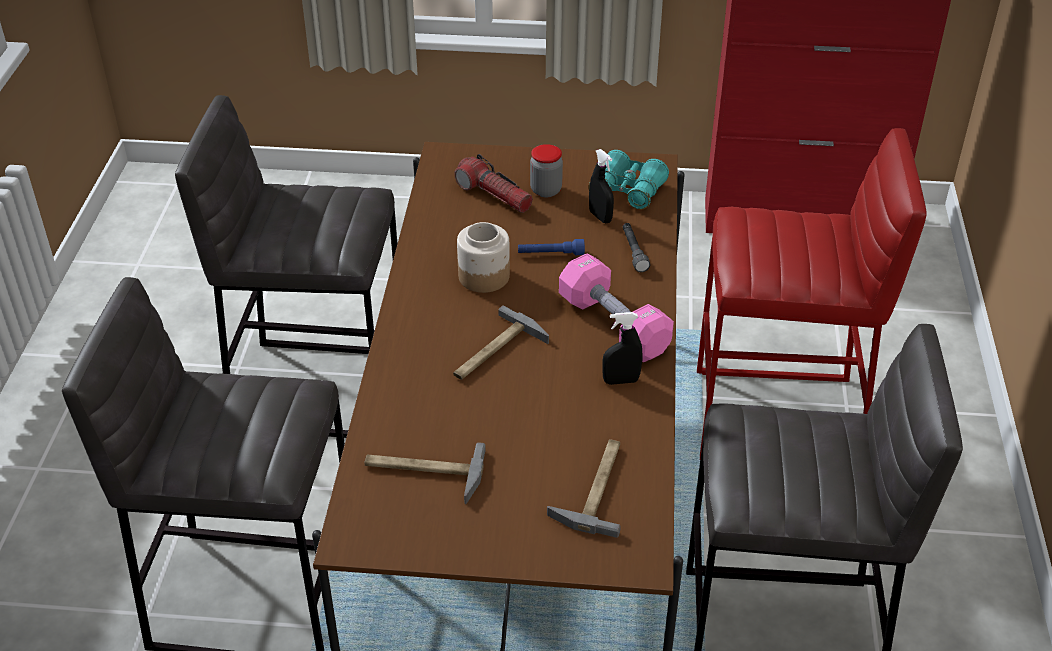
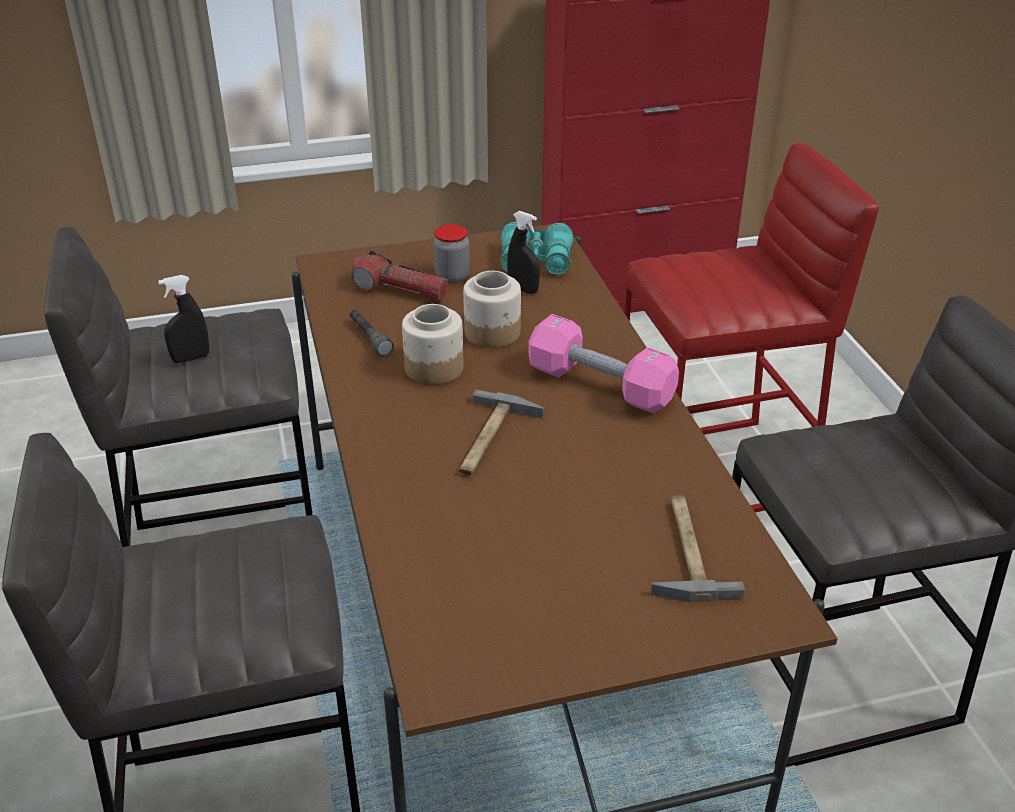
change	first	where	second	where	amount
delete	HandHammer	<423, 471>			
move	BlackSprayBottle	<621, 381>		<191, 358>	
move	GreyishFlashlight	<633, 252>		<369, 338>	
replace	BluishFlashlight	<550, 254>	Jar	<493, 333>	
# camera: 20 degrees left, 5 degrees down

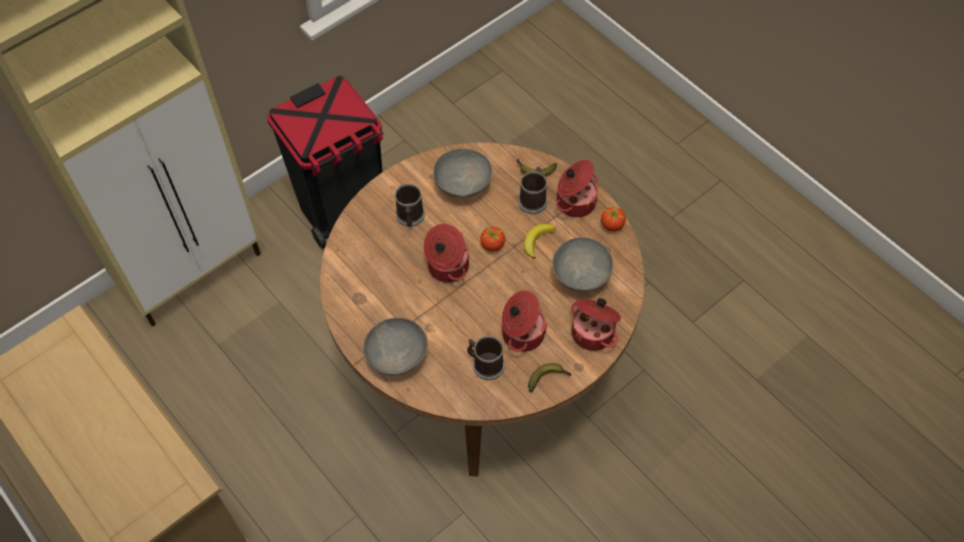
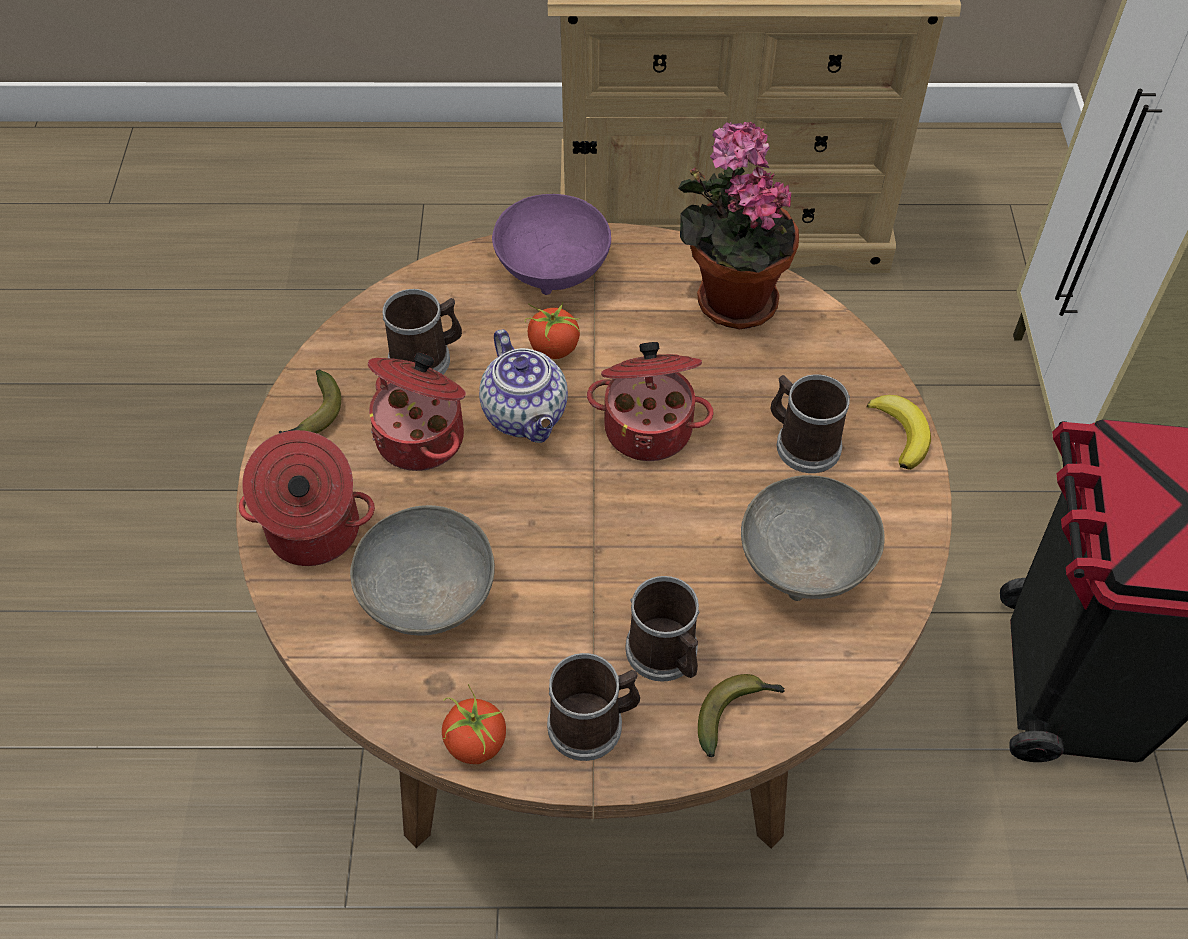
change	first	where	second	where	amount
insert			Teapot	<526, 416>	
insert			PlantInAPot	<730, 298>	
move	FreshTomato	<493, 245>		<553, 348>	
move	WholeBanana	<537, 240>		<901, 433>	
replace	CookingPot	<575, 201>	CoffeeMug	<593, 723>	
recolor	GreyishServingBowl	<398, 356>	PurplishServingBowl	<553, 274>	
# camera: 130 degrees right, 5 degrees down

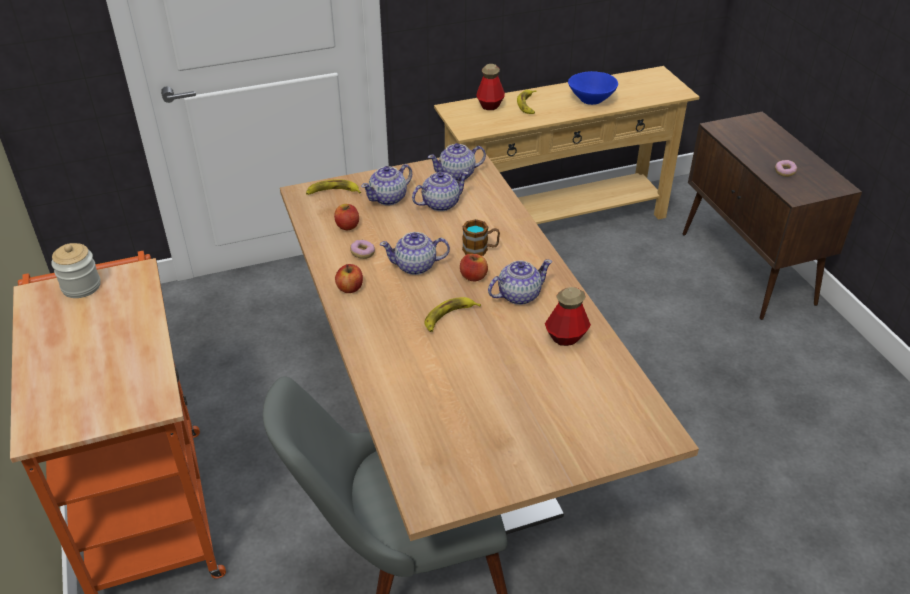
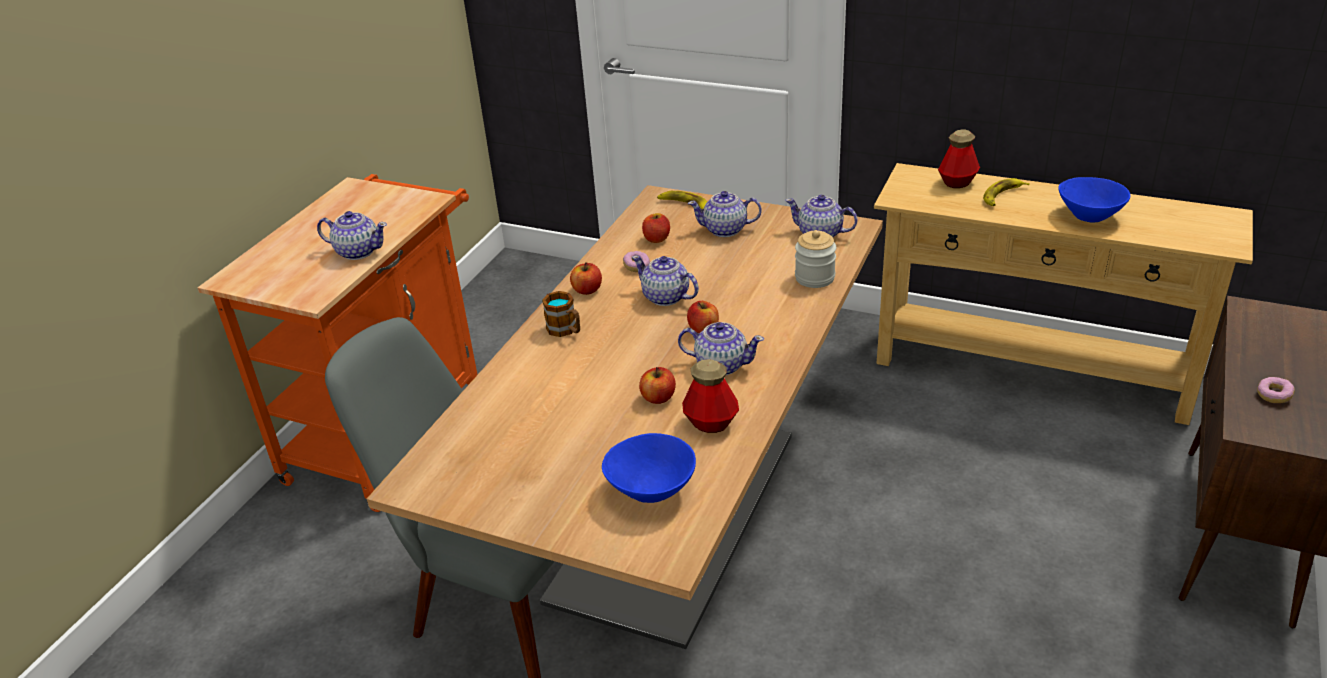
change	first	where	second	where	amount
delete	WholeBanana	<449, 317>			
insert			BluishServingBowl	<650, 490>	
insert			Apple	<658, 398>	
move	Jar	<81, 286>		<814, 278>	
move	Teapot	<440, 204>		<358, 251>	
move	CoffeeMug	<480, 249>		<566, 330>	
# camera: 45 degrees right, 5 degrees down

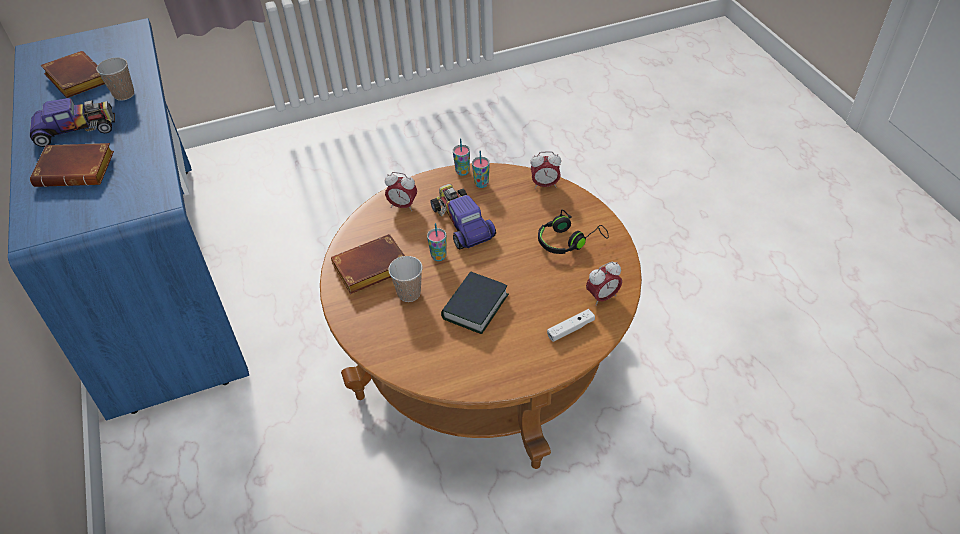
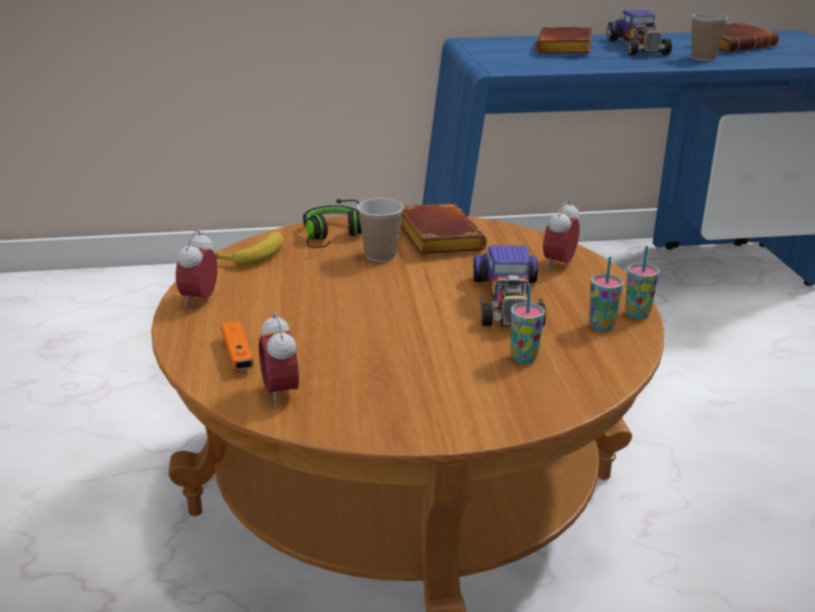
change	first	where	second	where	amount
delete	Book	<475, 307>			
insert			WholeBanana	<256, 254>	
move	SmallCup	<438, 256>		<524, 358>	
move	BedsideClock	<545, 185>		<199, 300>	
move	BlackPairOfHeadphones	<568, 241>		<331, 236>	
recolor	WhiteGamepad	<570, 329>	OrangeColouredGamepad	<237, 354>	
rotate	ToyCar	<462, 222>		<508, 301>	105 degrees clockwise
# camera: 100 degrees right, 20 degrees down

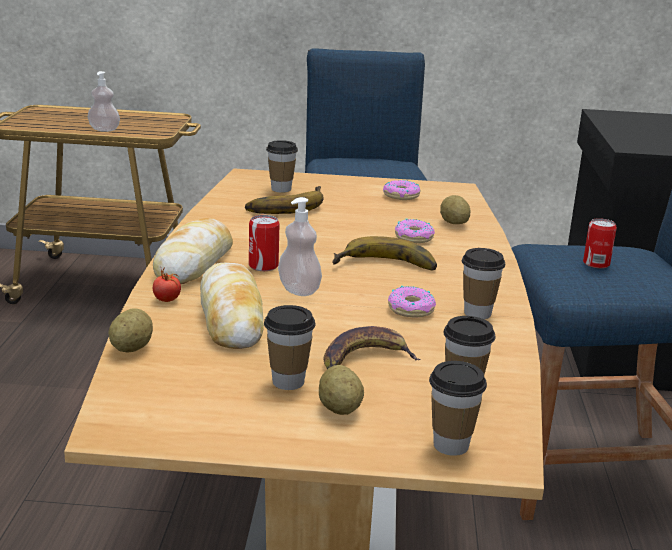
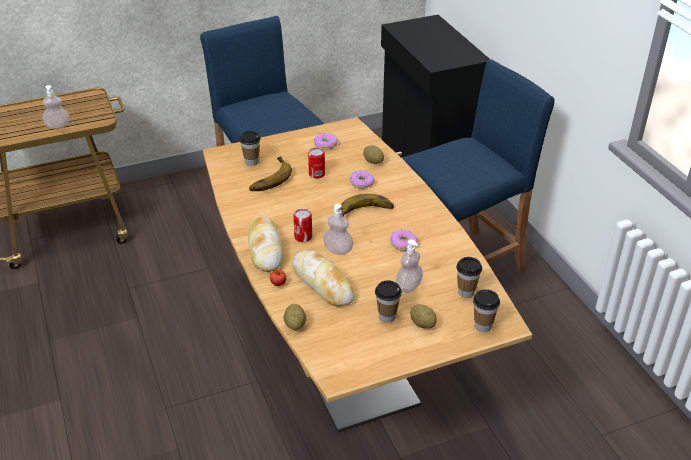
change	first	where	second	where	amount
delete	SmallCup	<477, 313>			
move	Can	<596, 264>		<317, 174>	
replace	WholeBanana	<365, 358>	SoapBottle	<408, 287>	
# camera: 25 degrees left, 15 degrees up

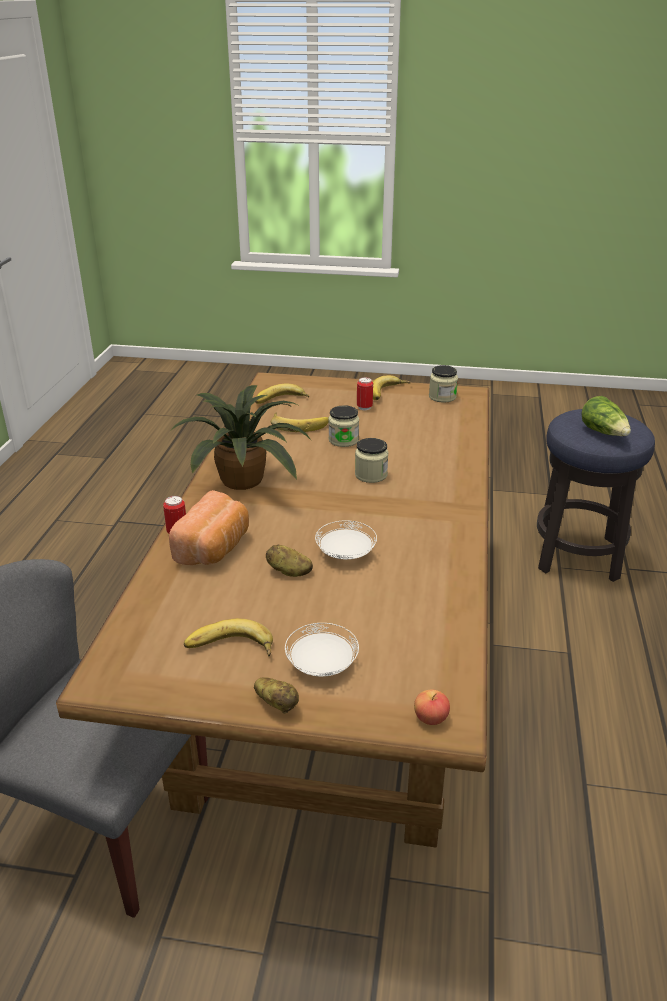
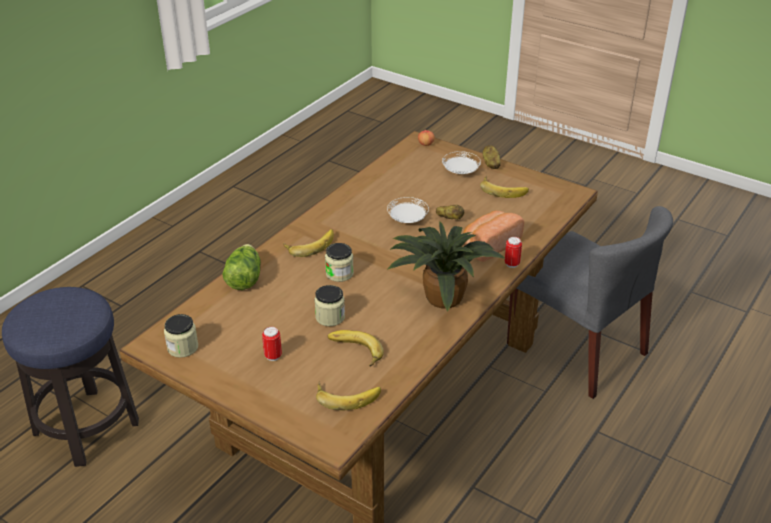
change	first	where	second	where	amount
move	WholeBanana	<388, 392>		<310, 244>	
move	HeadOfLettuce	<604, 433>		<244, 278>	
# camera: 155 degrees left, 5 degrees up

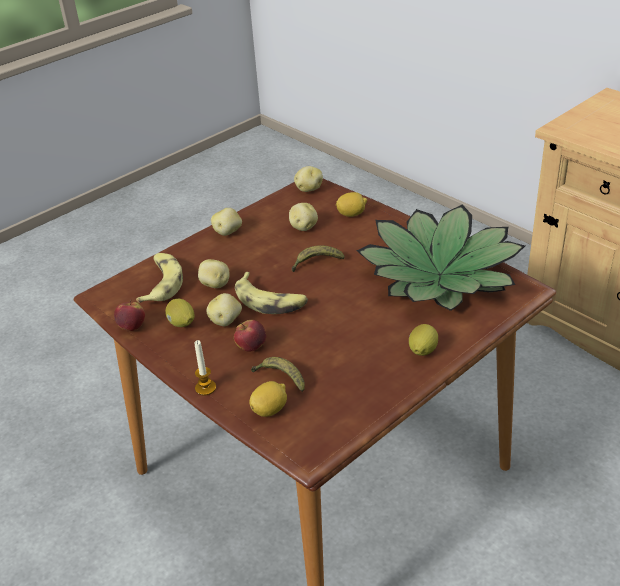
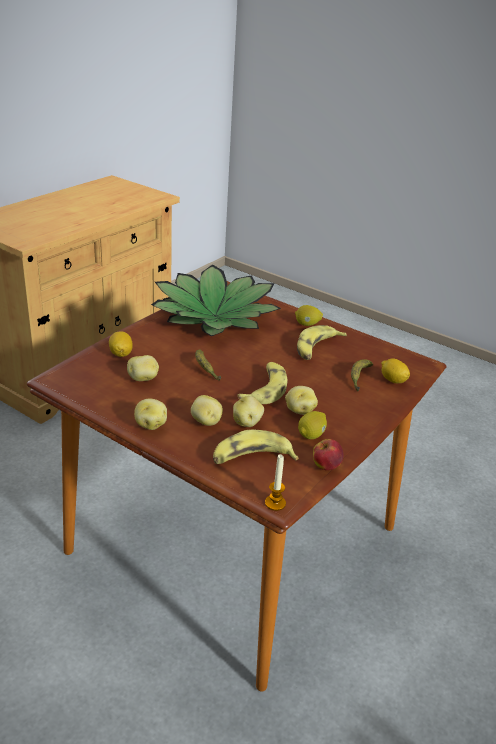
change	first	where	second	where	amount
delete	Apple	<251, 347>			
insert			WholeBanana	<317, 349>	
move	WaxCandle	<205, 388>		<275, 503>	
move	Potato	<308, 189>		<206, 422>	
# camera: 105 degrees left, 5 degrees down

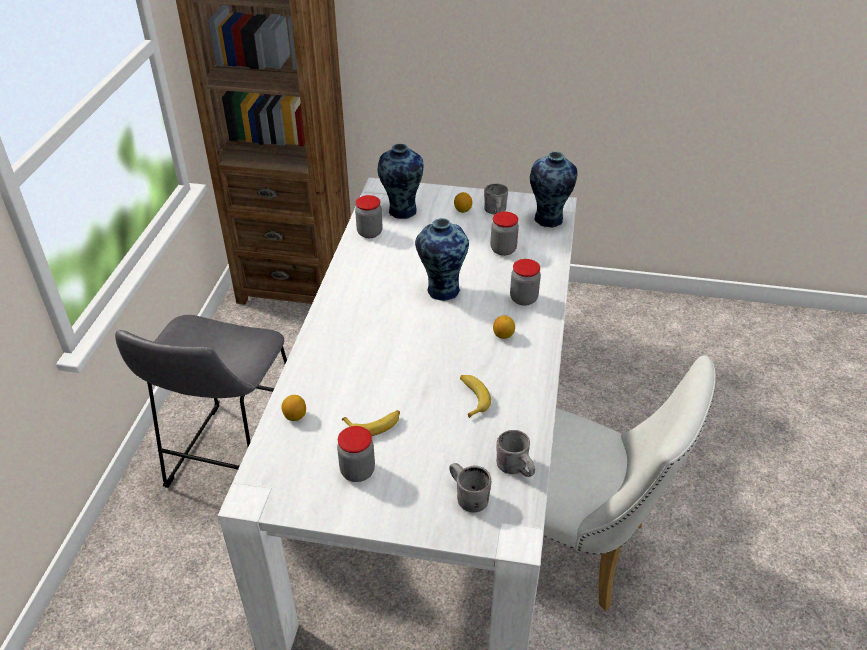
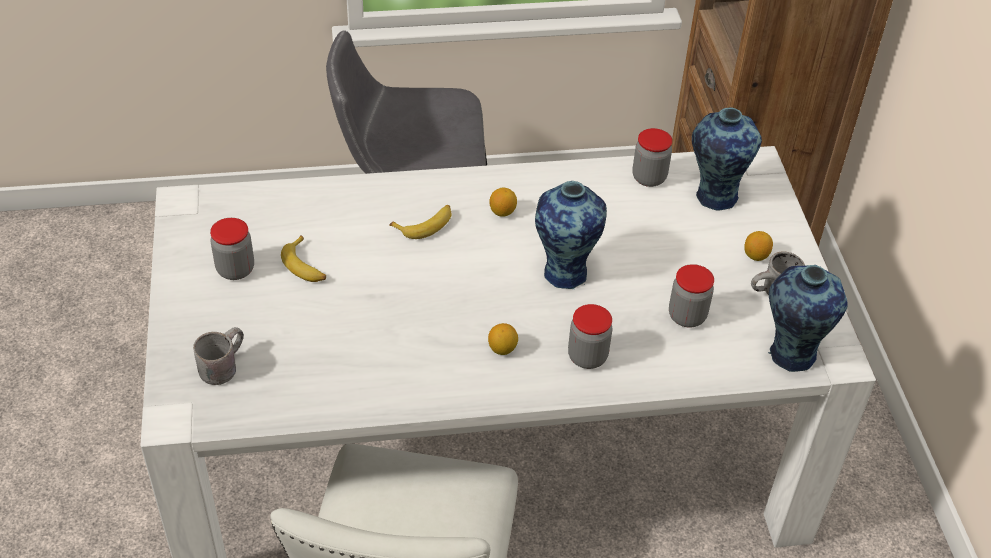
change	first	where	second	where	amount
delete	GreyishCoffeeMug	<517, 467>			
move	CitrusFruit	<295, 416>		<502, 212>	
move	WholeBanana	<472, 398>		<425, 225>	
# camera: 70 degrees right, 5 degrees up

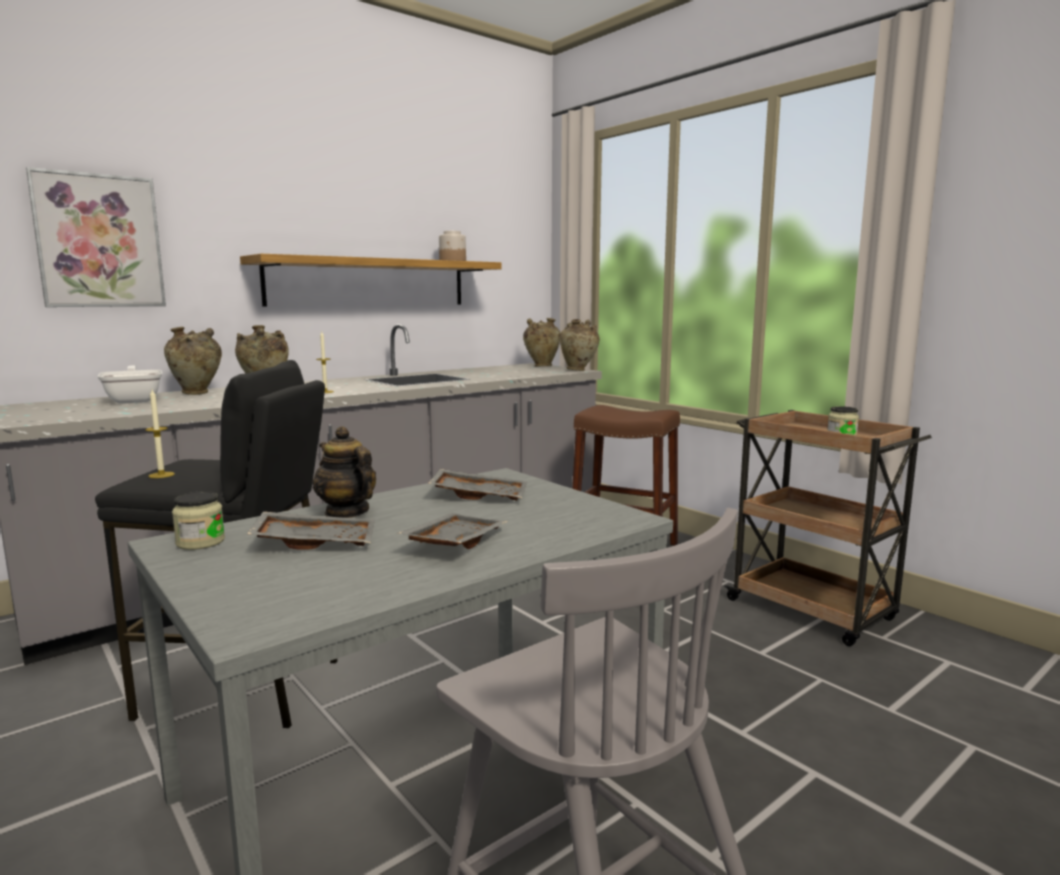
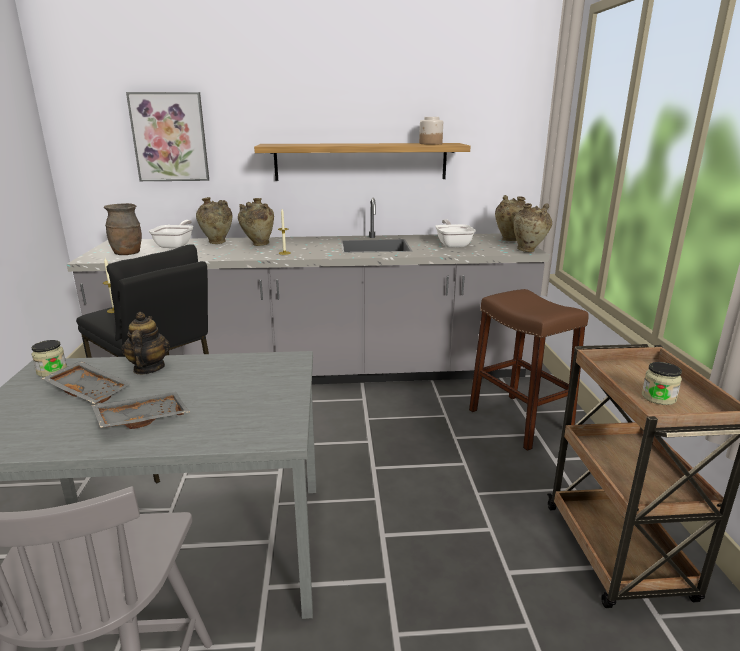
change	first	where	second	where	amount
delete	GreyishCarryingTray	<479, 495>			
insert			BrownDecorativeVase	<128, 254>	
insert			Skillet	<453, 244>	
# camera: 35 degrees right, 10 degrees up

